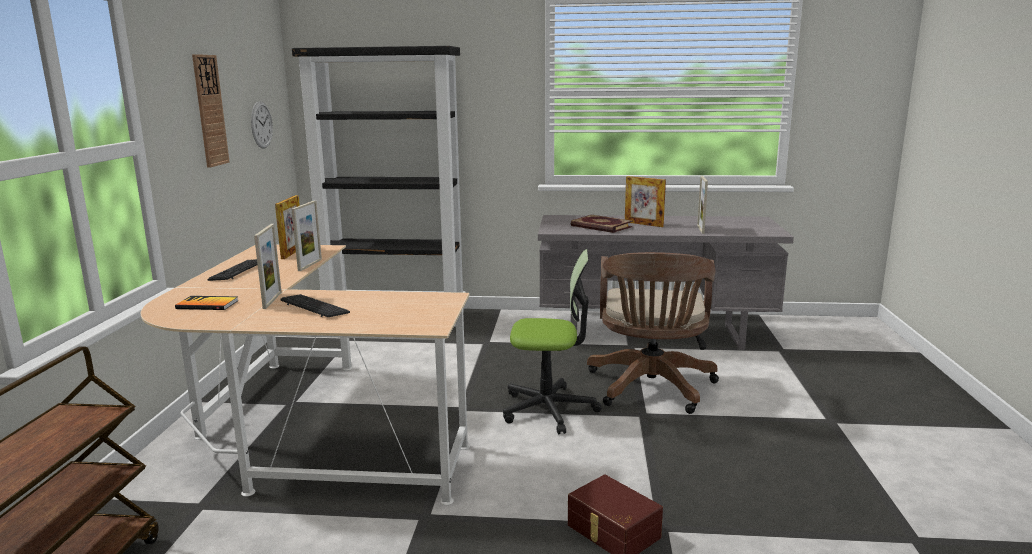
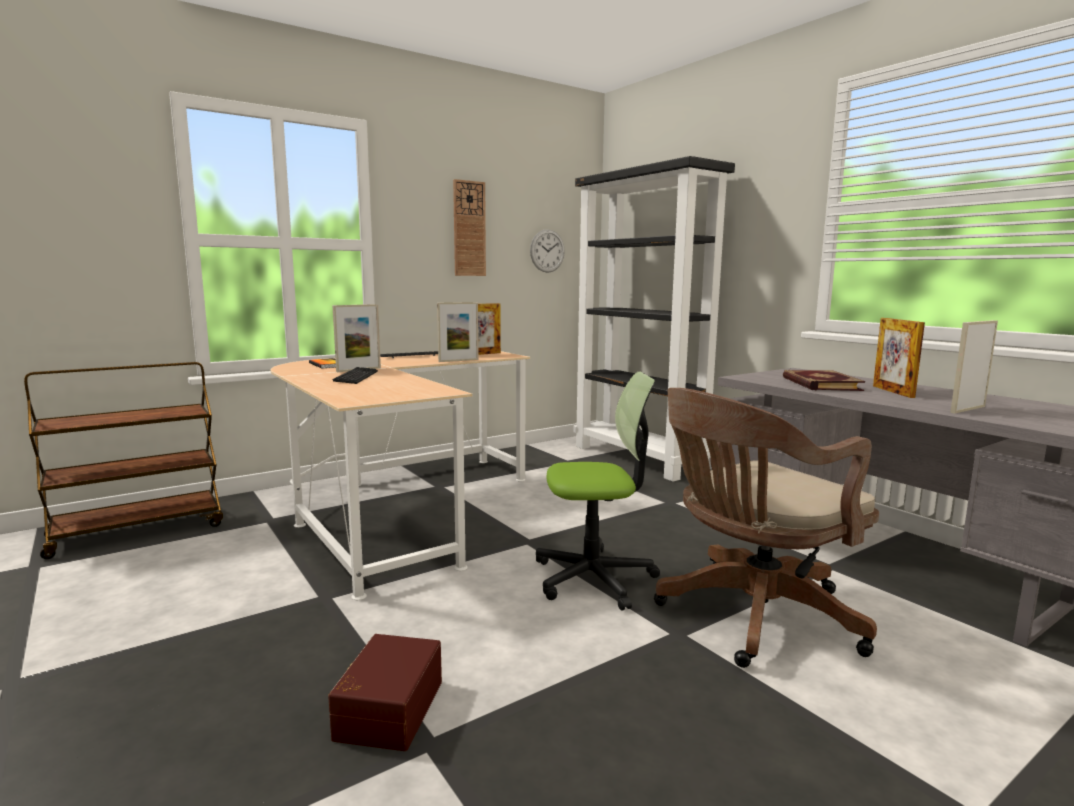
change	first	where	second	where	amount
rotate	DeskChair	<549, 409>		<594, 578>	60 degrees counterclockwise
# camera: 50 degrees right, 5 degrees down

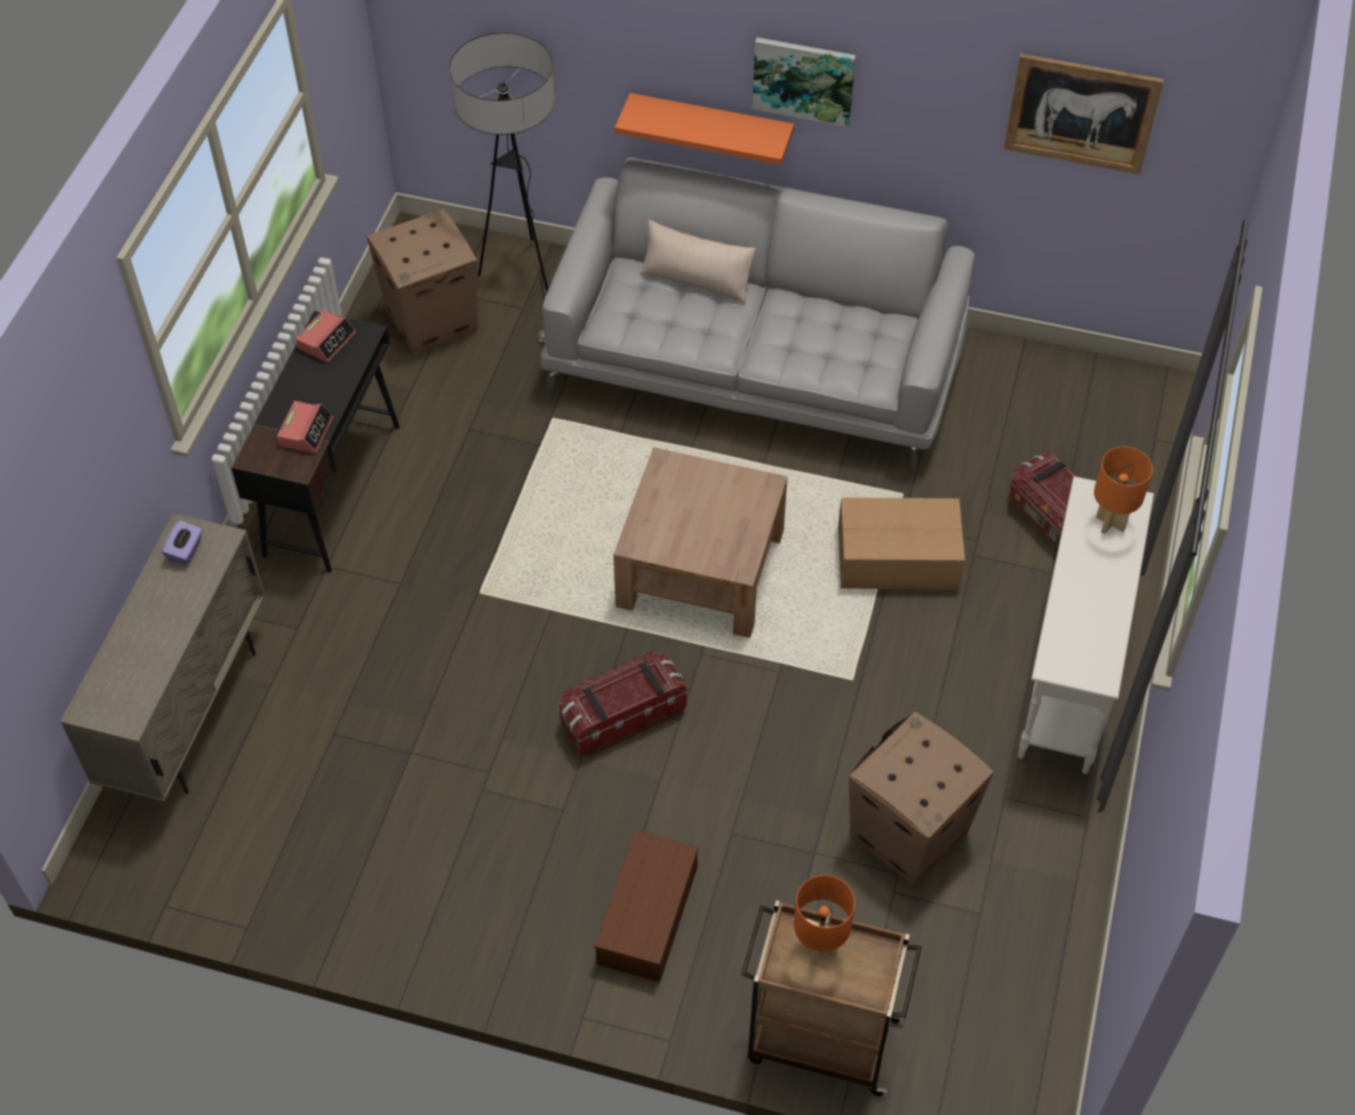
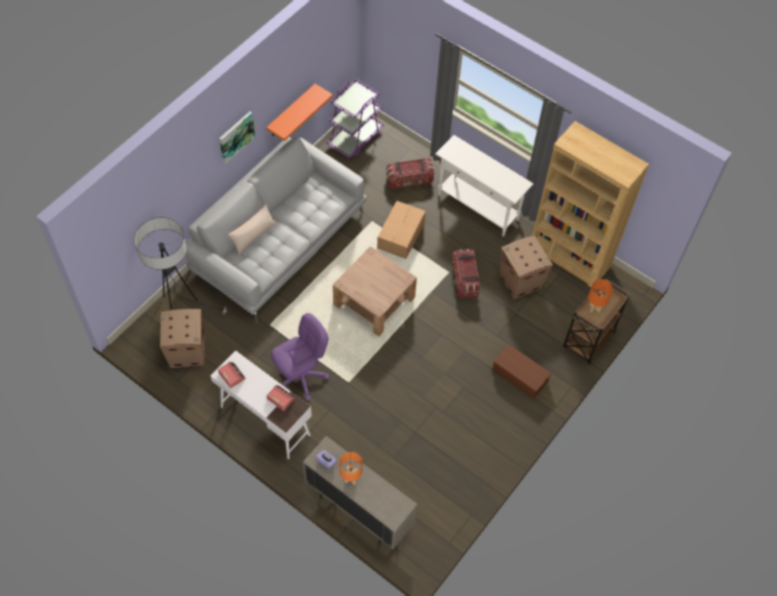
change	first	where	second	where	amount
delete	Picture	<1081, 113>			
insert			PurplishDeskChair	<301, 377>	
insert			PurplishCart	<355, 138>	
insert			BrownBookcase	<570, 257>	
move	StorageContainer	<622, 717>		<465, 279>	
move	OrangeColouredBracketShelf	<711, 125>		<291, 111>	
move	OrangeColouredLampForATable	<1110, 524>		<351, 479>	
recolor	BlackDeskUnit	<332, 488>	WhiteDeskUnit	<264, 420>	
# camera: 70 degrees left, 5 degrees up

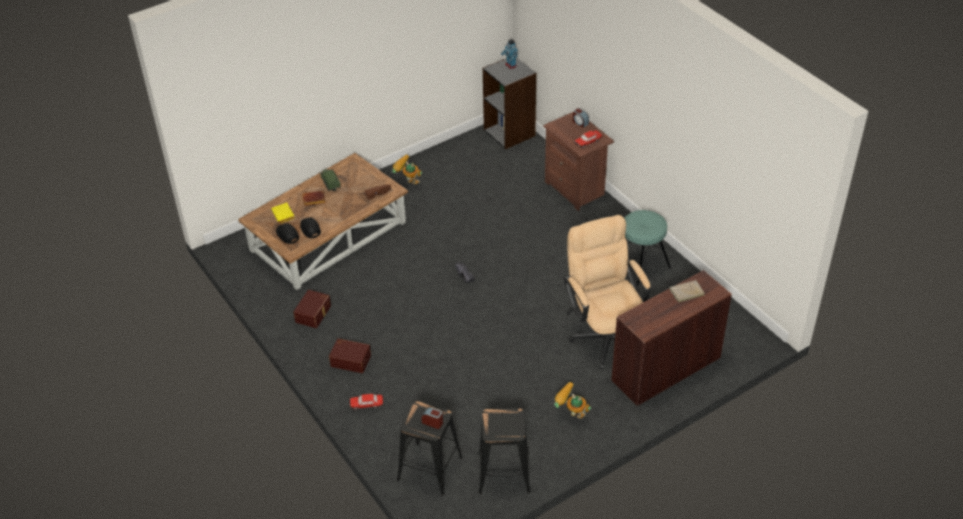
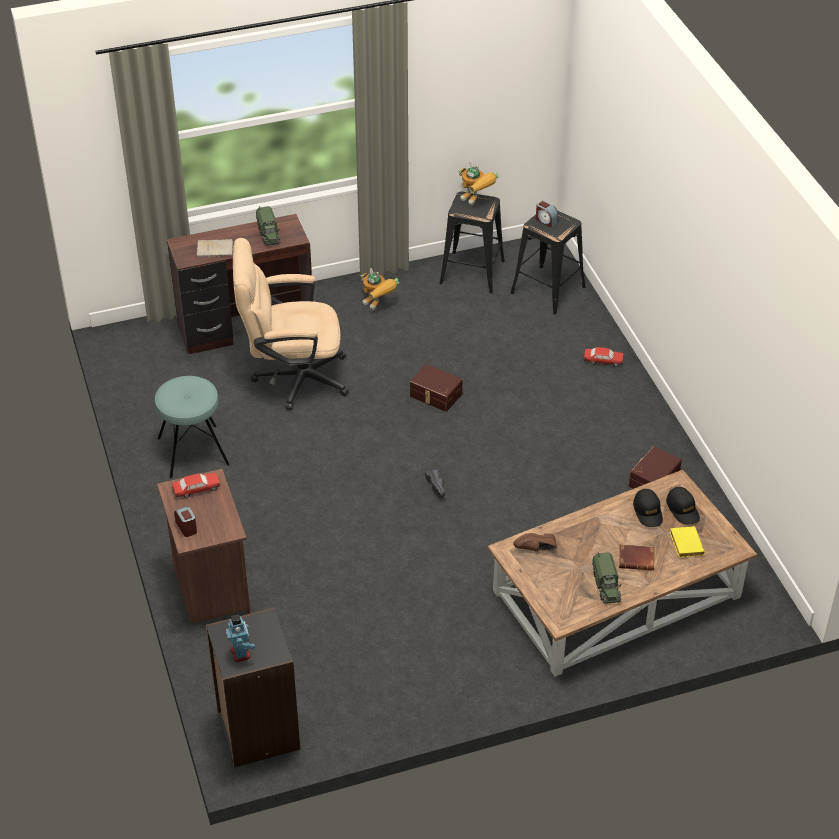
change	first	where	second	where	amount
insert			ModelTruck	<268, 234>	
move	BrownStorageContainer	<351, 360>		<435, 395>	
move	RobotFigure	<407, 183>		<476, 201>	
rotate	SandColouredDeskChair	<604, 333>		<292, 378>	90 degrees clockwise
# camera: 165 degrees left, 0 degrees up

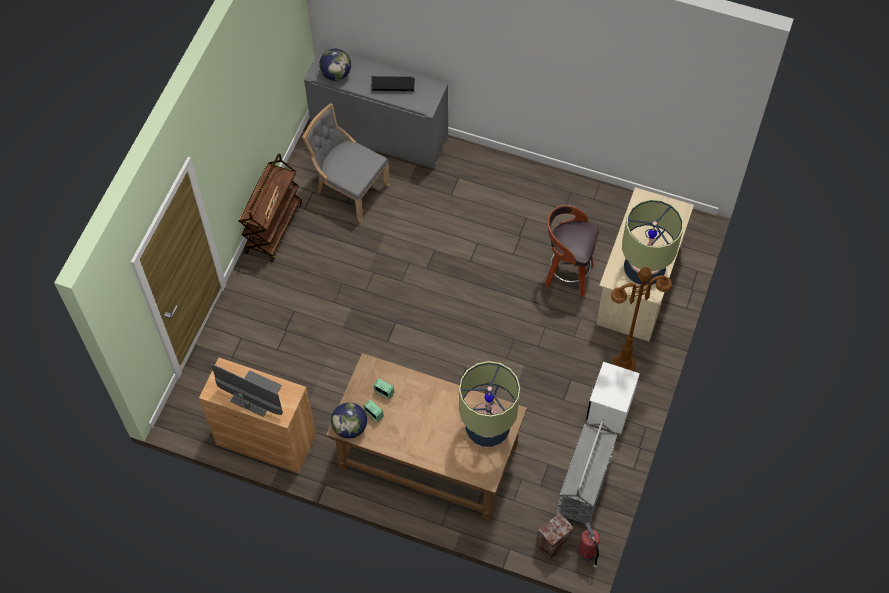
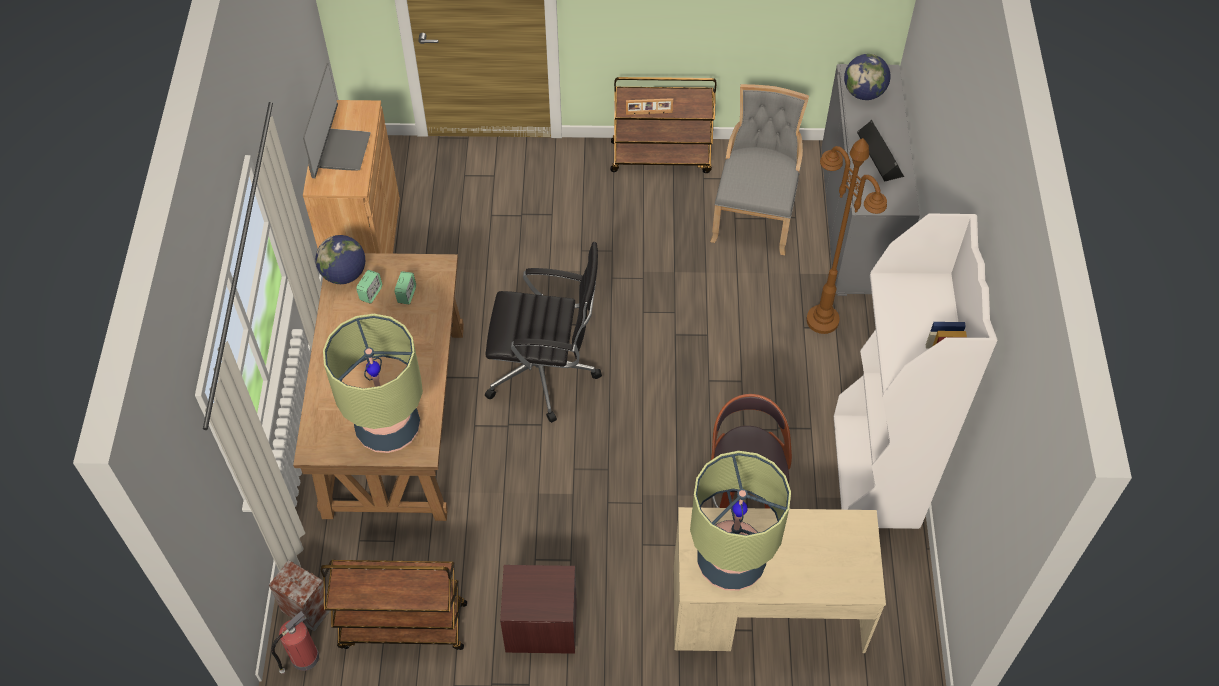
change	first	where	second	where	amount
insert			BlackDeskChair	<545, 372>	
insert			WhiteBookcase	<876, 472>	
move	BrownFloorLamp	<624, 365>		<823, 320>	
recolor	GreyishCart	<584, 489>	BrownCart	<402, 626>	
recolor	WhiteNightstand	<610, 409>	BrownNightstand	<541, 626>	
# camera: 70 degrees right, 5 degrees down

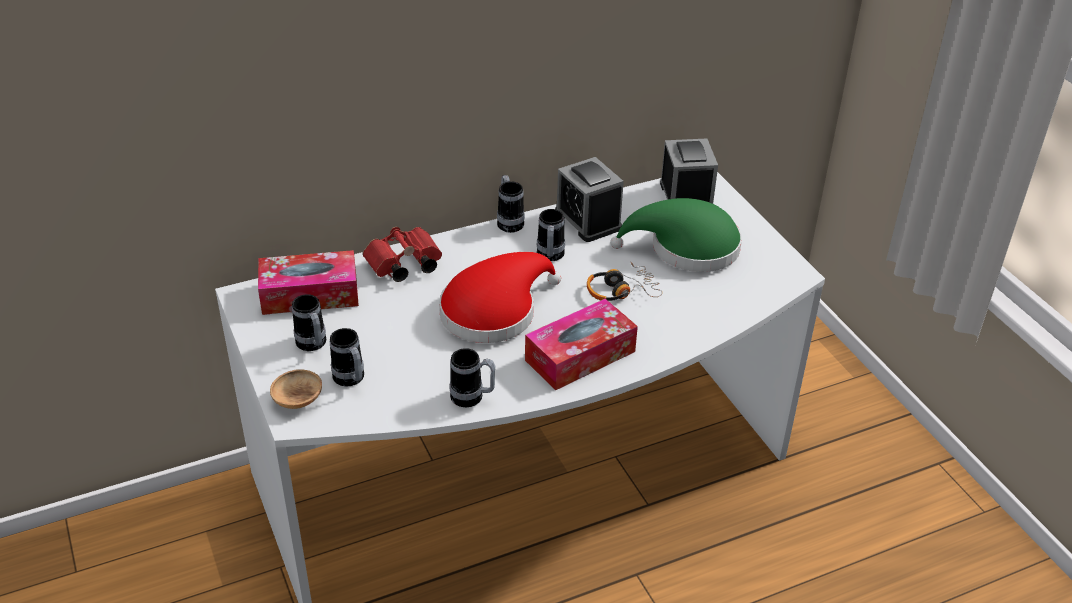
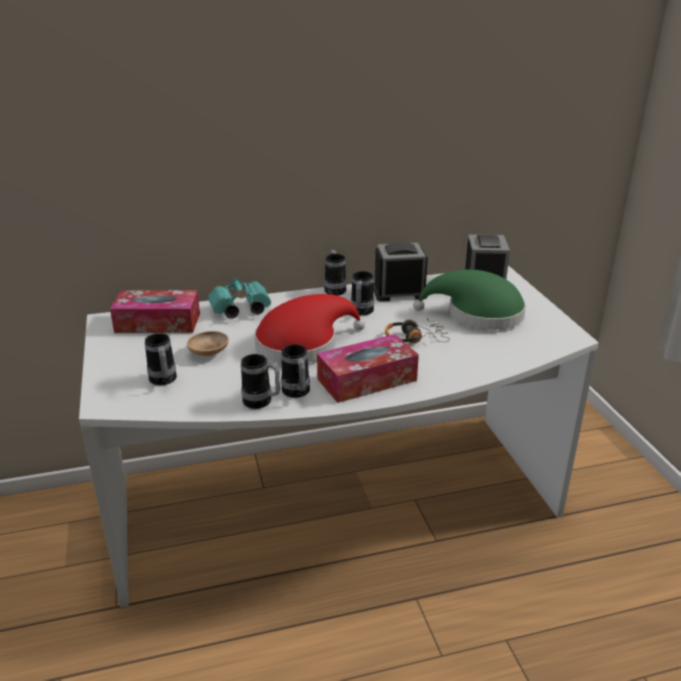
change	first	where	second	where	amount
move	BrownServingBowl	<298, 400>		<209, 353>	
move	CoffeeMug	<313, 346>		<297, 394>	
recolor	ReddishFieldGlasses	<402, 267>	TurquoiseColouredFieldGlasses	<239, 311>	
rotate	BedsideClock	<588, 220>		<399, 292>	105 degrees clockwise
# camera: 10 degrees right, 10 degrees down

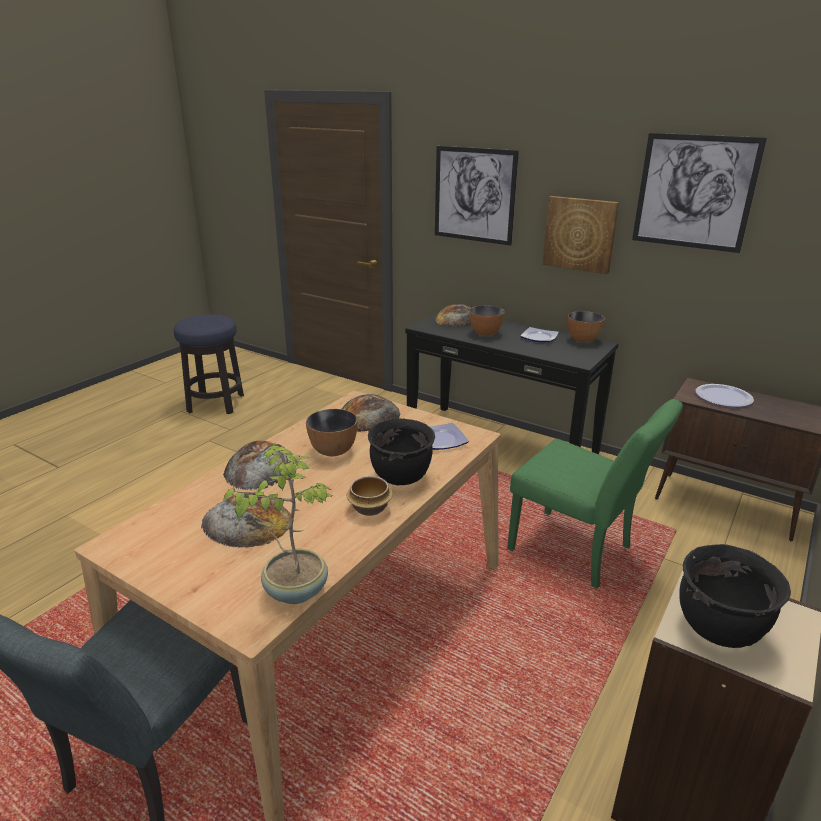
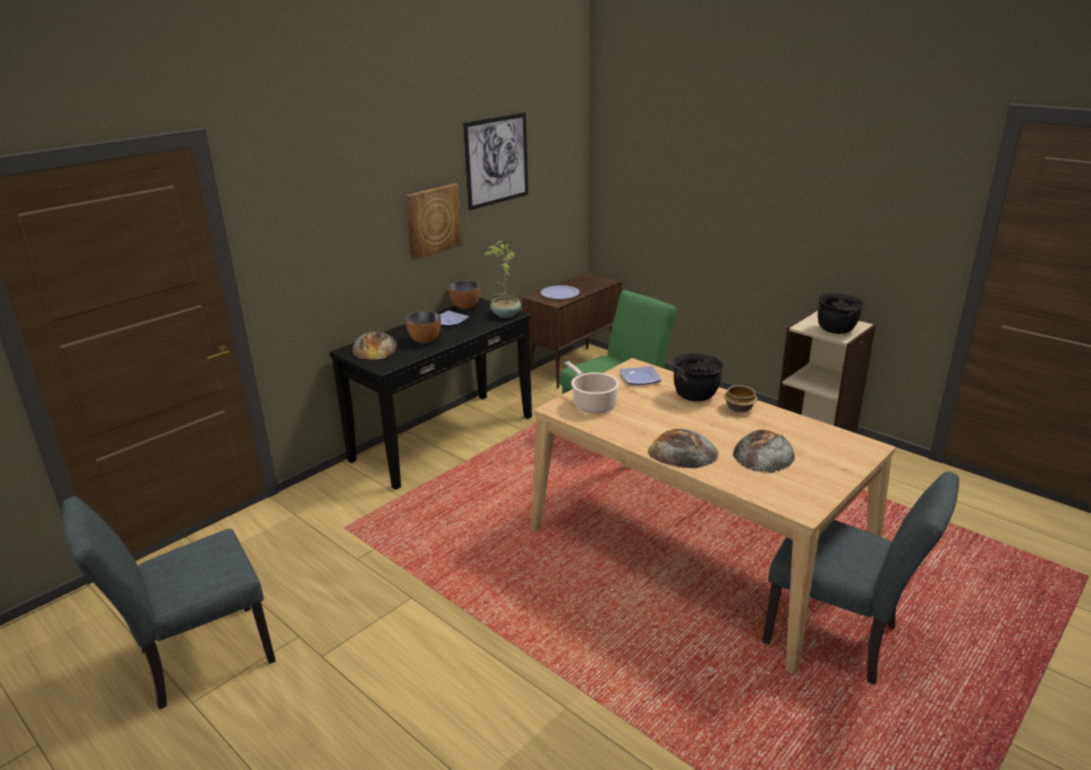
change	first	where	second	where	amount
delete	ServingBowl	<333, 451>			
delete	Picture	<474, 195>			
move	PlantInAPot	<295, 590>		<505, 315>	
replace	Stool	<216, 404>	GreyishPlainChair	<195, 660>	
replace	BakeryBread	<368, 416>	CookingPot	<592, 404>	
# camera: 80 degrees left, 0 degrees up

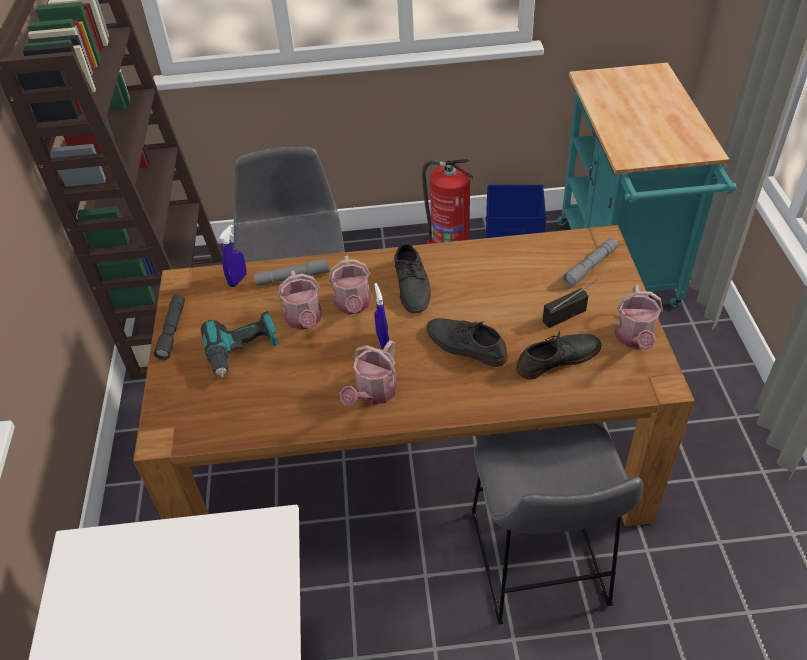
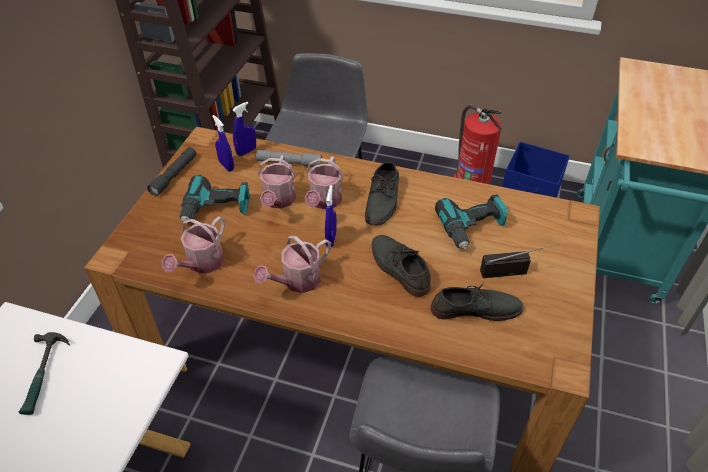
change	first	where	second	where	amount
delete	GreyishFlashlight	<590, 266>			
insert			HandHammer	<44, 374>	
insert			BluishSprayBottle	<226, 166>	
insert			Drill	<472, 228>	
move	WateringPot	<634, 338>		<202, 264>	
# camera: 20 degrees right, 0 degrees up

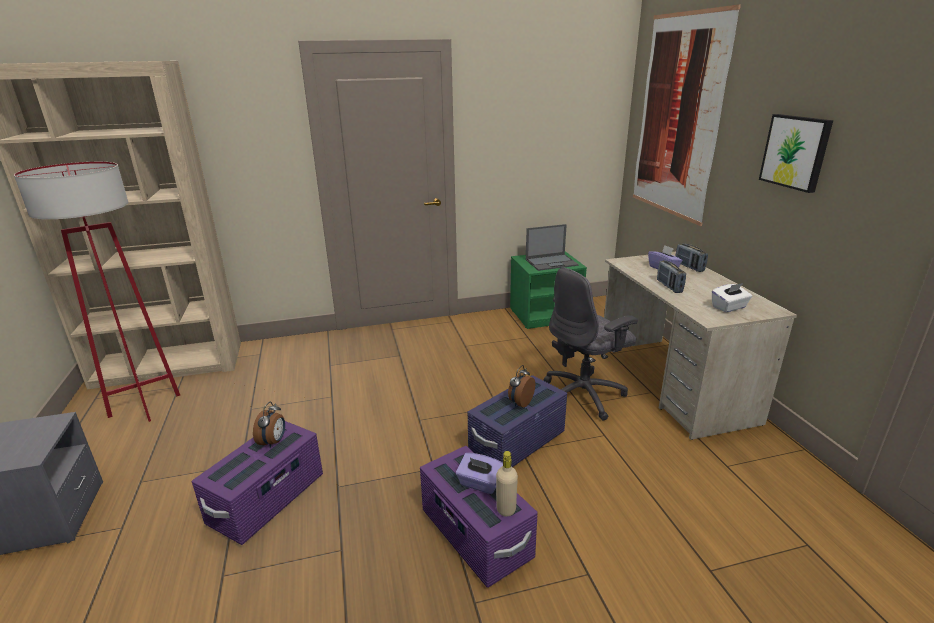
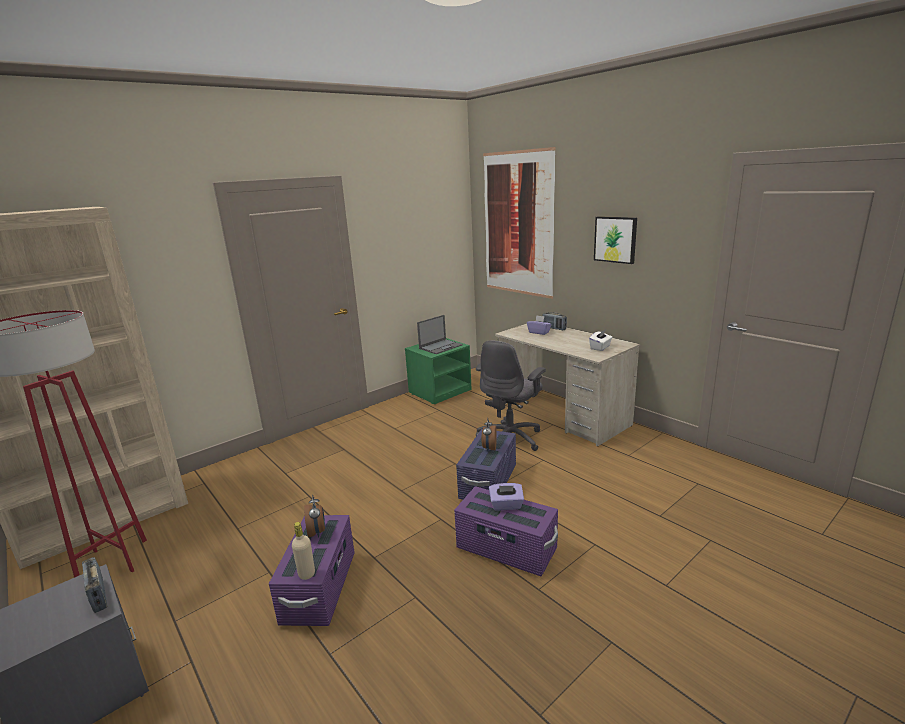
change	first	where	second	where	amount
move	SandColouredBottle	<506, 509>		<306, 573>	
move	RadioReceiver	<669, 286>		<98, 596>	
# camera: 25 degrees left, 5 degrees down

